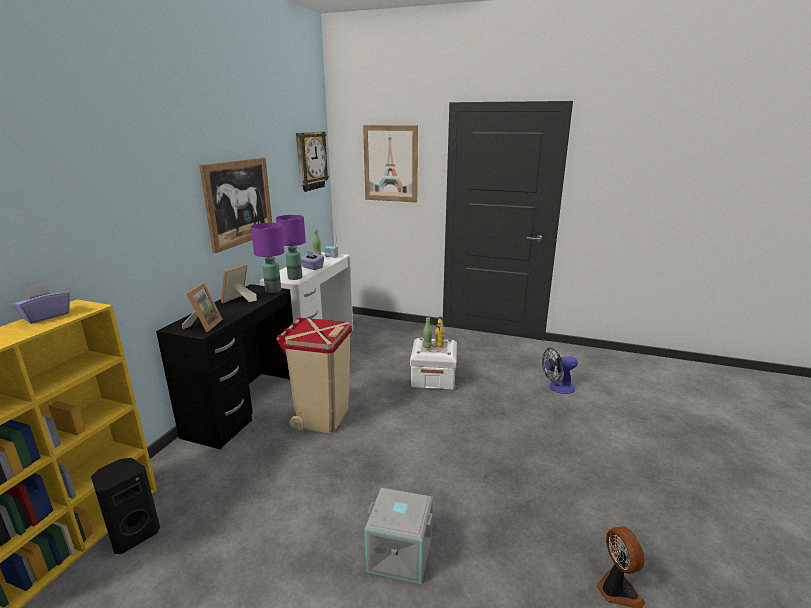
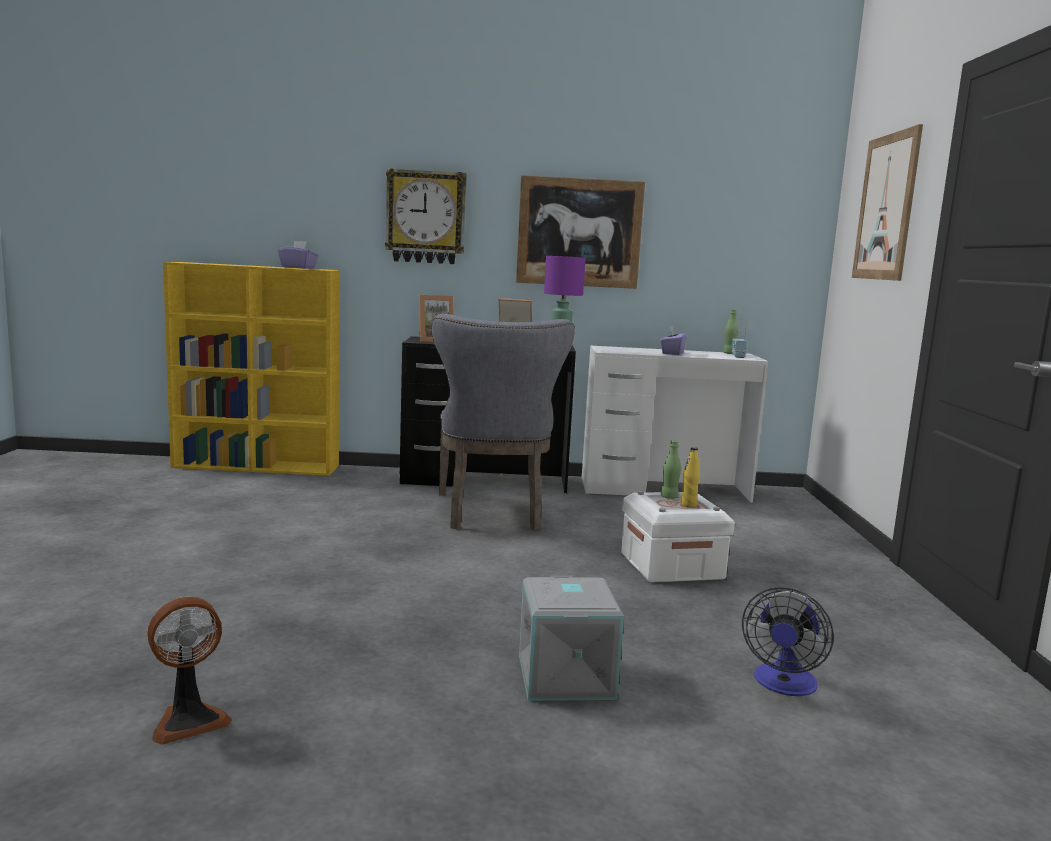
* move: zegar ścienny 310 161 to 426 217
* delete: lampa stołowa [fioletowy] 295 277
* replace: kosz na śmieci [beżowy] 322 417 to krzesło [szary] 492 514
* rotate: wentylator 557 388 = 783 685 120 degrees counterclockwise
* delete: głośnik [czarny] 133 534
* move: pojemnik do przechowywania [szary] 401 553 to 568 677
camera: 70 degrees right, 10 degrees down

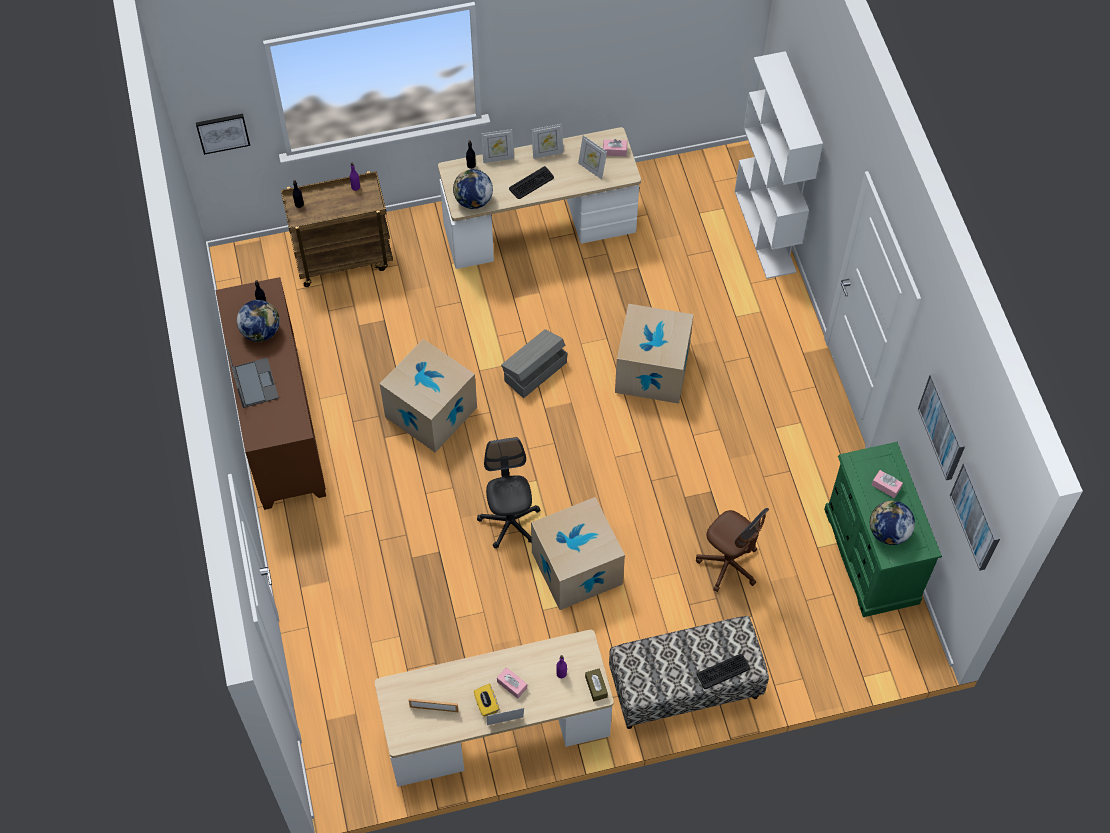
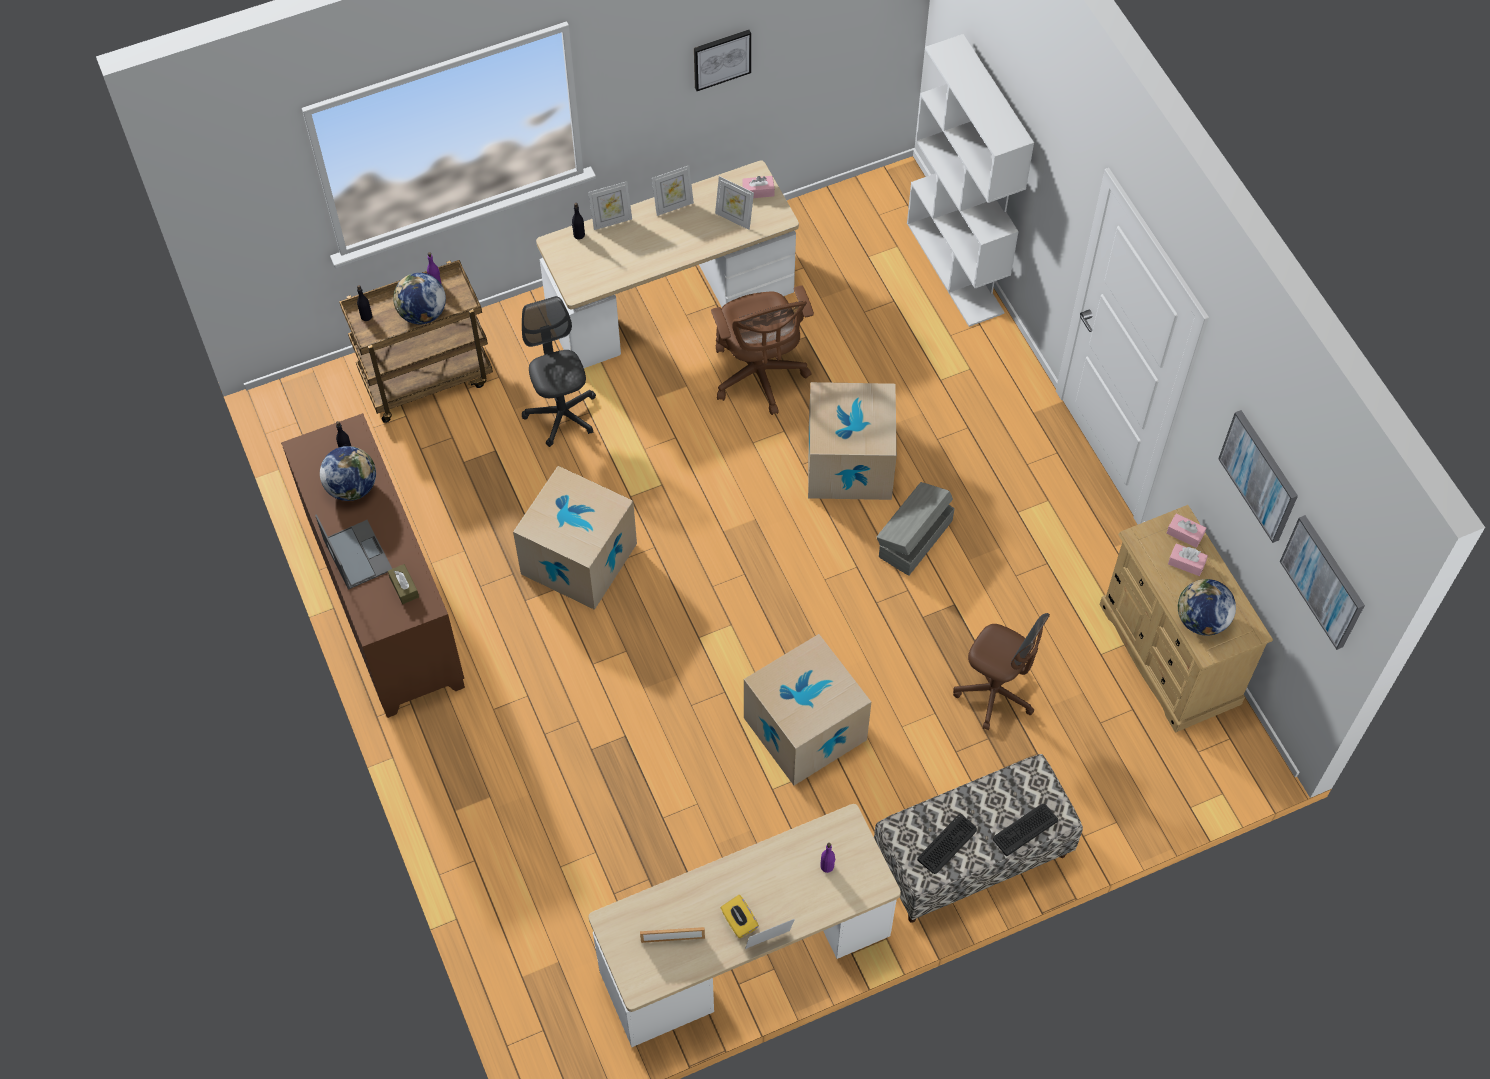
* move: obraz 223 132 to 721 58
* move: klawiatura 531 183 to 947 844
* move: globus 473 201 to 422 314
* move: pojemnik do przechowywania [szary] 534 371 to 914 538
* move: krzesło biurowe [szary] 509 522 to 561 415
* recolor: komoda [zielony] 871 556 to komoda [beżowy] 1169 654
* move: pudełko chusteczek [różowy] 512 685 to 1185 534
* move: pudełko chusteczek [brązowy] 596 687 to 404 587
* insert: krzesło biurowe [brązowy] 759 376
camera: 10 degrees left, 0 degrees up

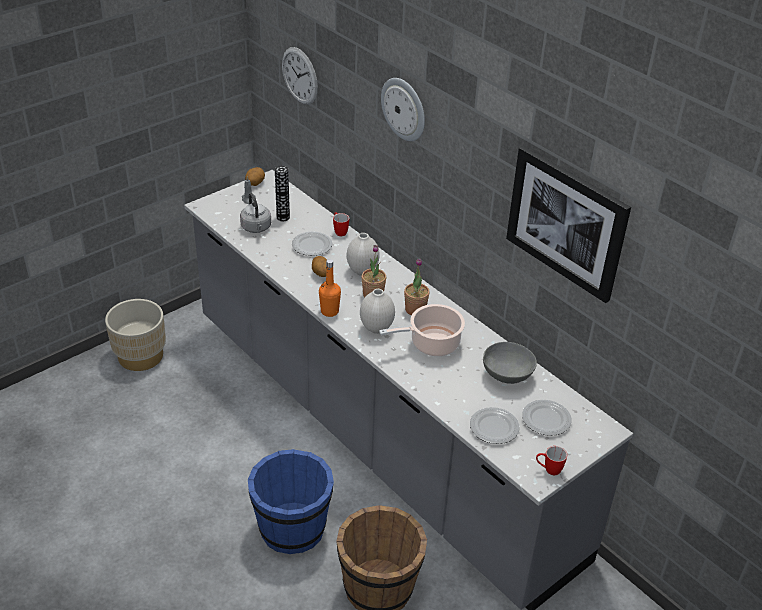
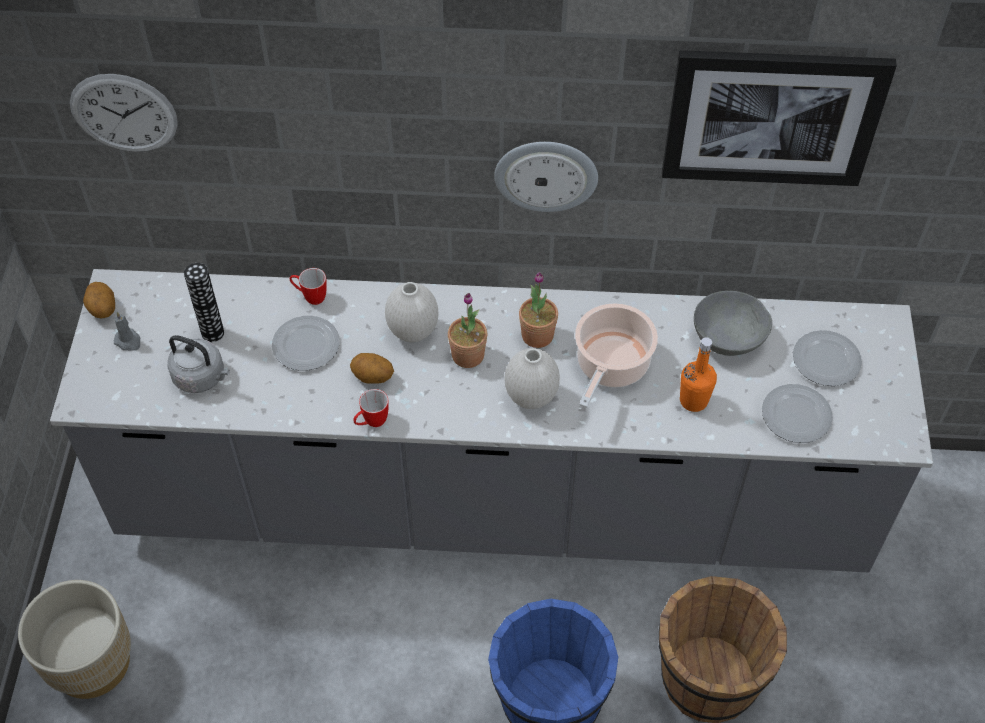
* move: zegar ścienny 404 109 to 546 174
* move: butelka [pomarańczowy] 329 311 to 693 400
* move: kubek 548 470 to 371 423
camera: 45 degrees left, 15 degrees up

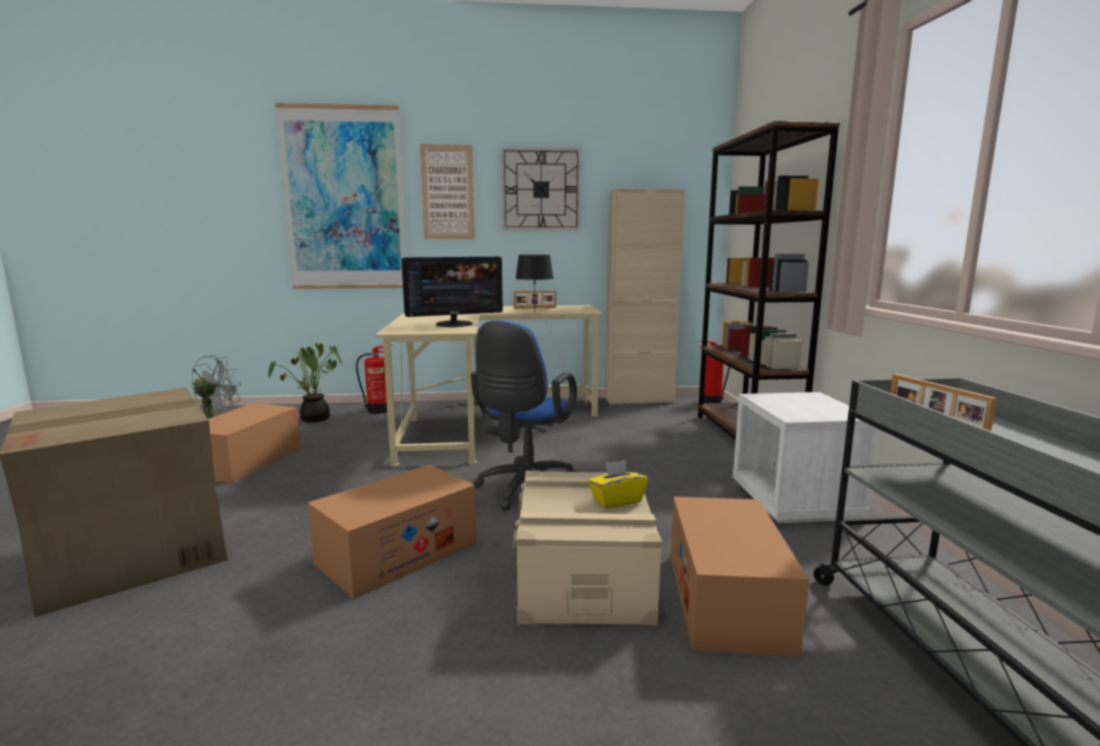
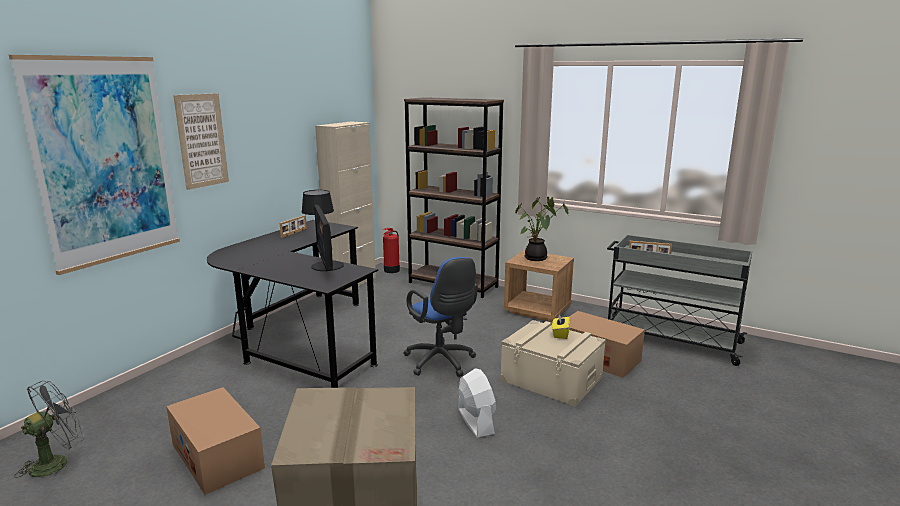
* delete: zegar ścienny 541 189
* rotate: monitor 454 324 = 326 266 150 degrees clockwise
* recolor: biurko [beżowy] 484 420 to biurko [czarny] 299 339
* move: roślina doniczkowa 313 419 to 537 259
* delete: gaśnica 380 410
* recolor: szafka nocna [biały] 795 502 to szafka nocna [brązowy] 538 310
* replace: karton 397 553 to wentylator [biały] 475 421
camera: 55 degrees left, 5 degrees up

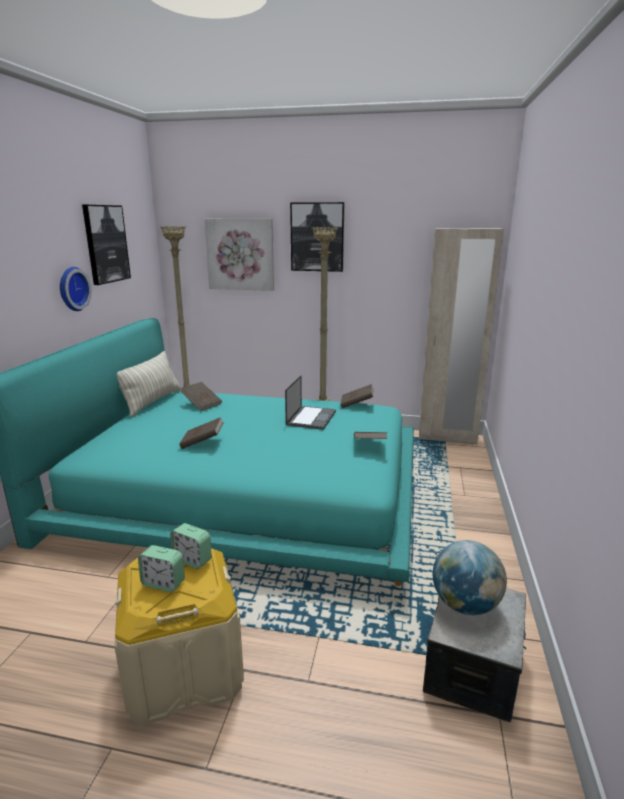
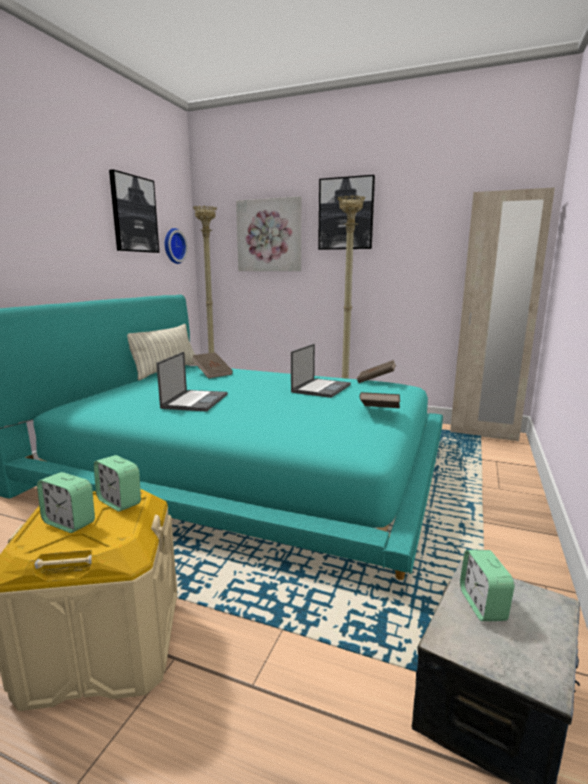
* move: zegar ścienny 72 289 to 173 246
* replace: książka [brązowy] 202 442 to laptop 195 401
* replace: globus 465 605 to budzik 482 605
camera: 10 degrees right, 5 degrees down

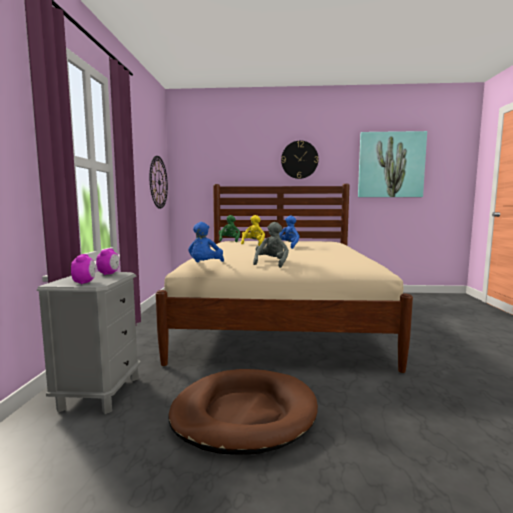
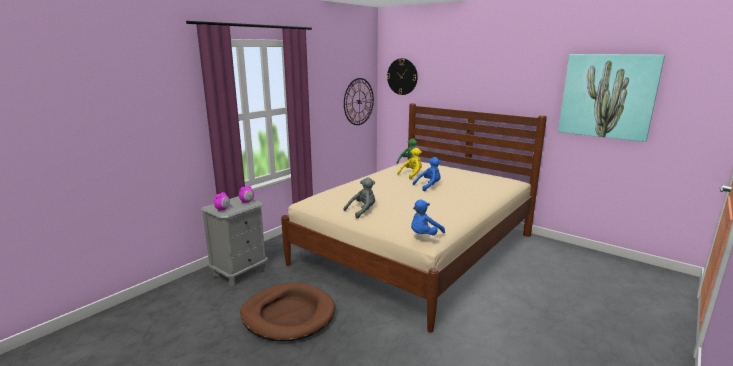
* move: zegar ścienny 299 159 to 402 76
* move: pluszak [niebieski] 205 265 to 424 235
camera: 35 degrees right, 10 degrees up

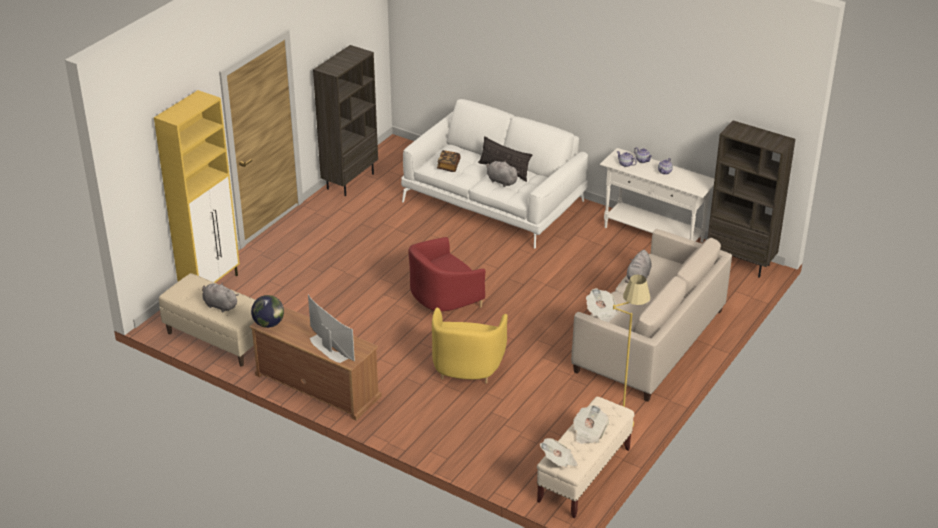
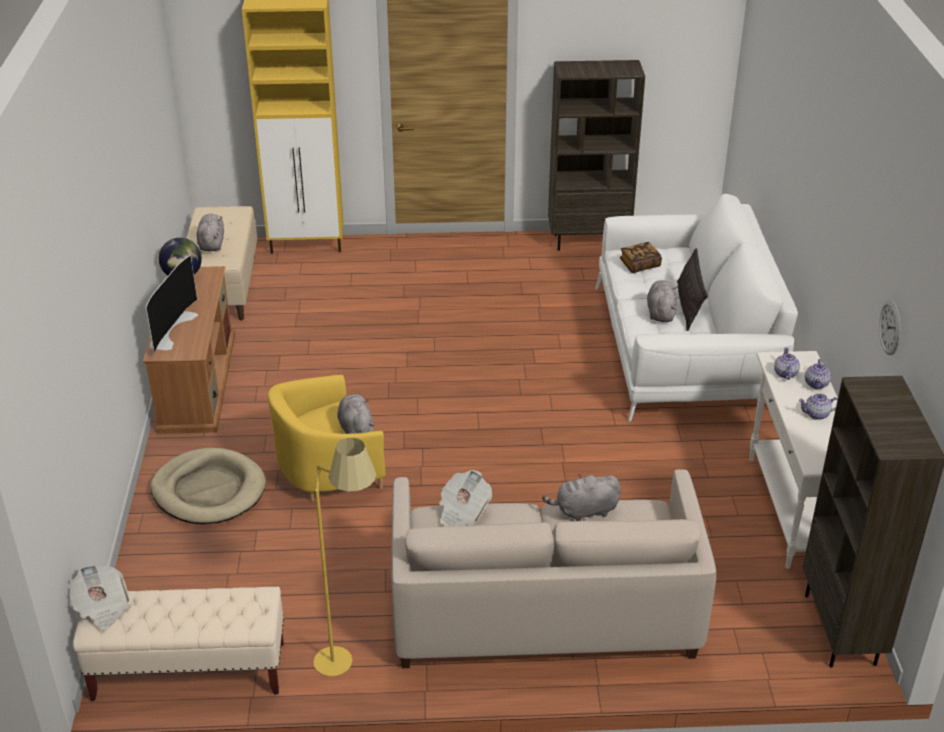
* delete: fotel [czerwony] 444 300
* delete: gazeta 589 433
* insert: zegar ścienny 890 327
* insert: pluszak [szary] 356 429
* insert: legowisko [beżowy] 209 490
camera: 55 degrees right, 0 degrees up

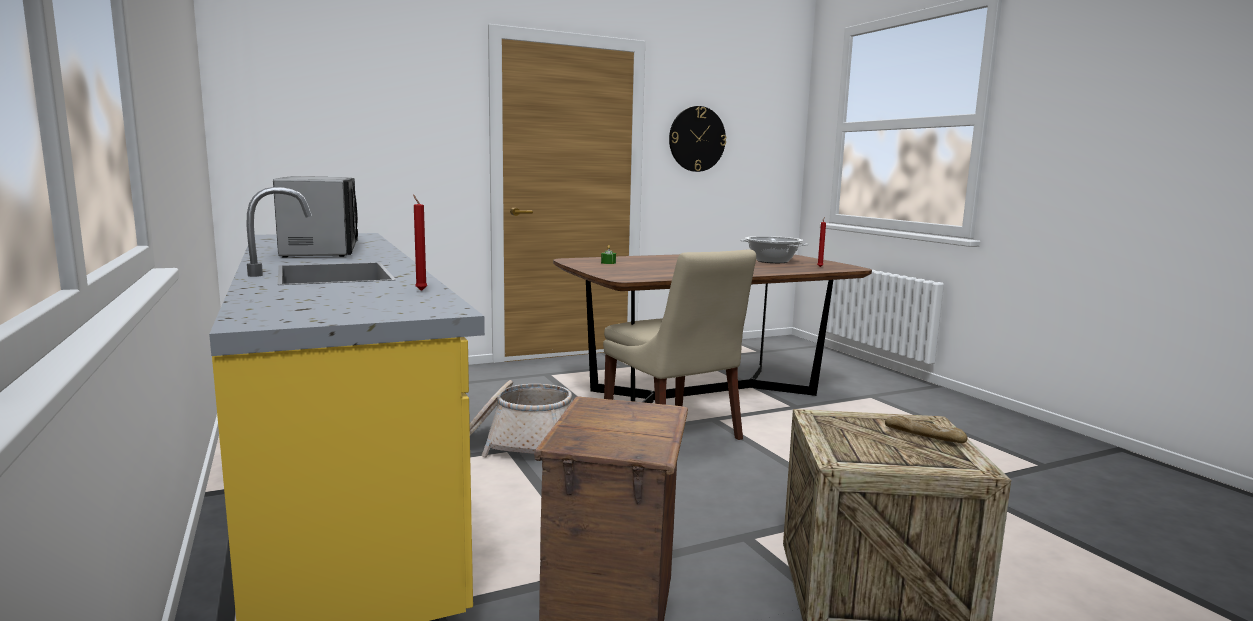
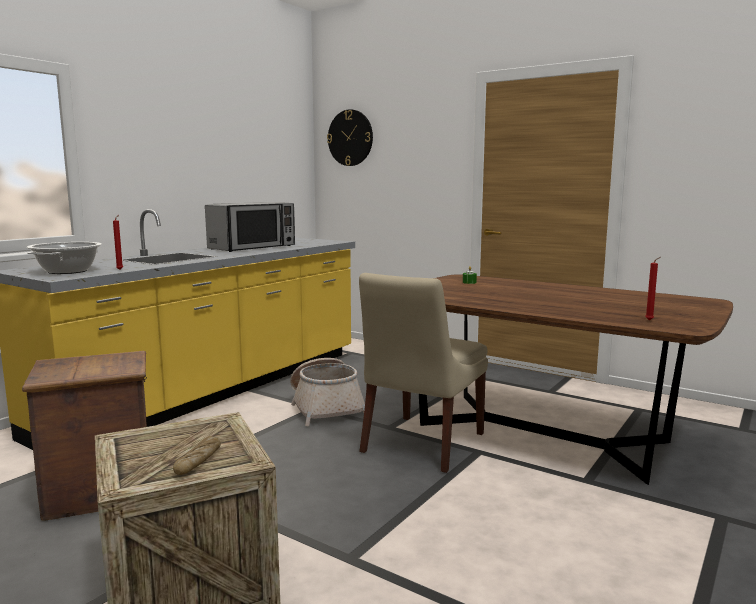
* move: zegar ścienny 697 139 to 350 138
* move: garnek 772 261 to 67 271
camera: 60 degrees right, 0 degrees up

